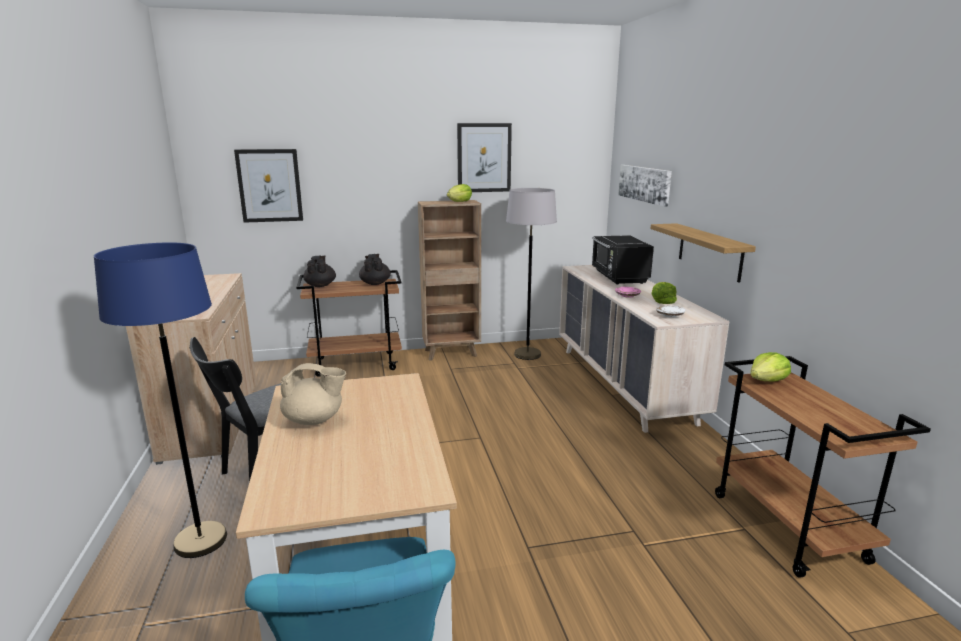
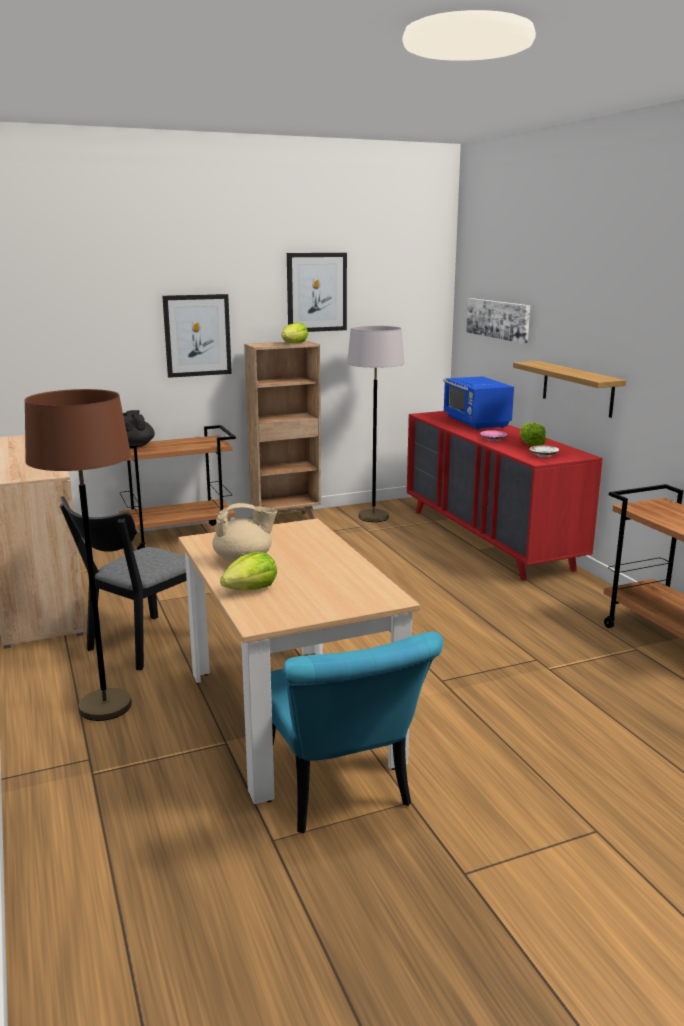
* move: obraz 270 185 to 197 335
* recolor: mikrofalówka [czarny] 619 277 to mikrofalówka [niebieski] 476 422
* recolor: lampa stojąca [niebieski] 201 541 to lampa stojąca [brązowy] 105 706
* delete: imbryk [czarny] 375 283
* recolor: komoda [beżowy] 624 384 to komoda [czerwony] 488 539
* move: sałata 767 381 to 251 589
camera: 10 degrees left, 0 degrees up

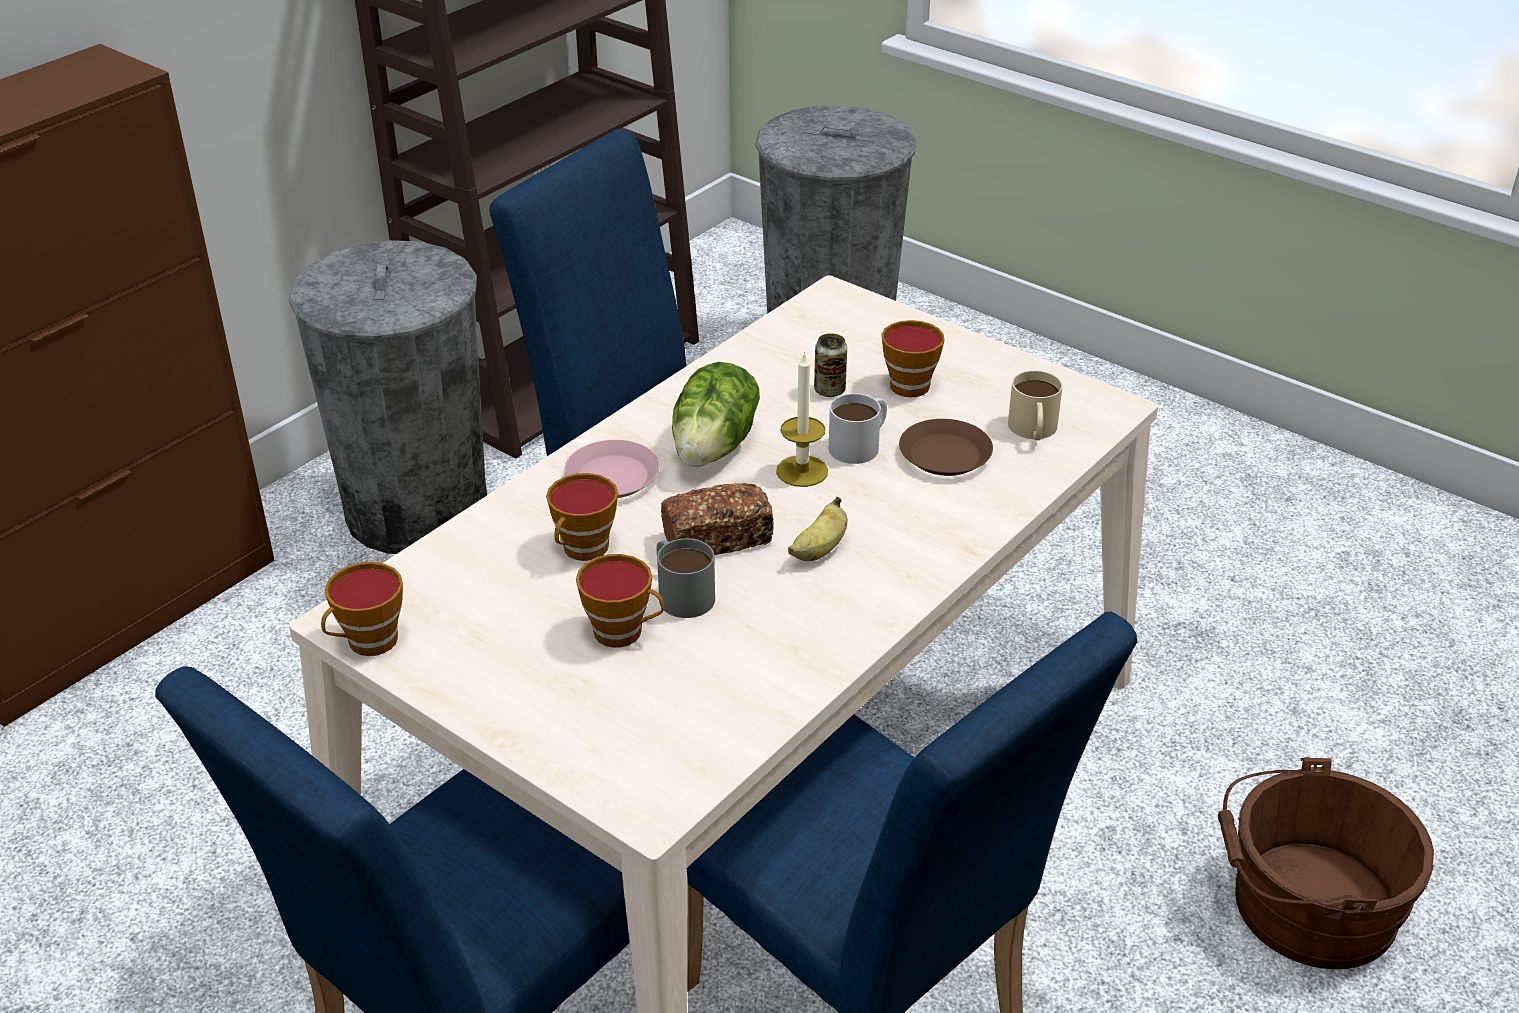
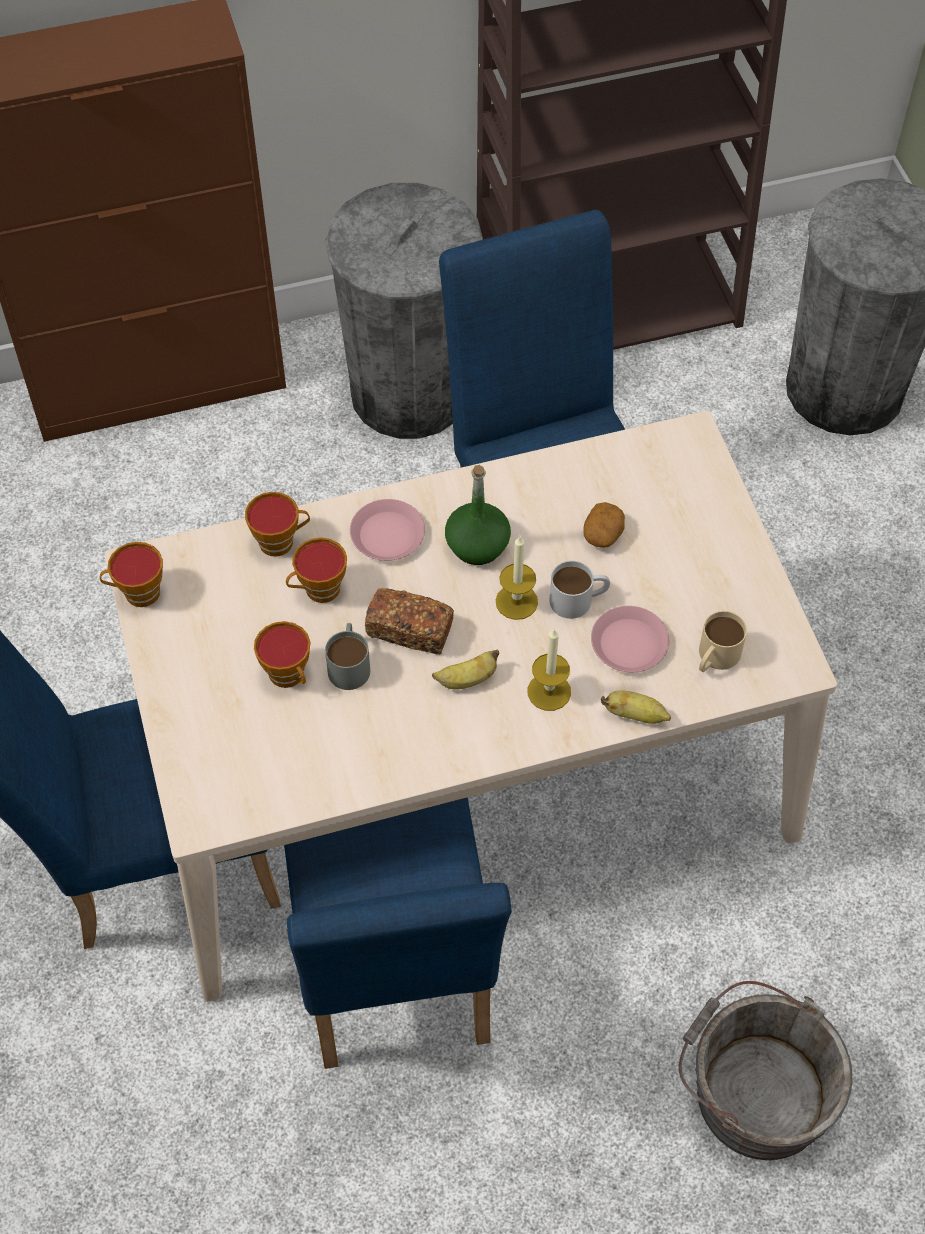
* move: filiżanka 912 383 to 280 541
* replace: puszka 829 390 to ziemniak 603 534
* replace: sałata 716 447 to butelka [zielony] 478 545
* recolor: talerz [brązowy] 945 455 to talerz [różowy] 629 644
* recolor: wiadro [brązowy] 1304 905 to wiadro [szary] 754 1090
* insert: świeca 549 691
* insert: banan 635 715
camera: 35 degrees right, 20 degrees up

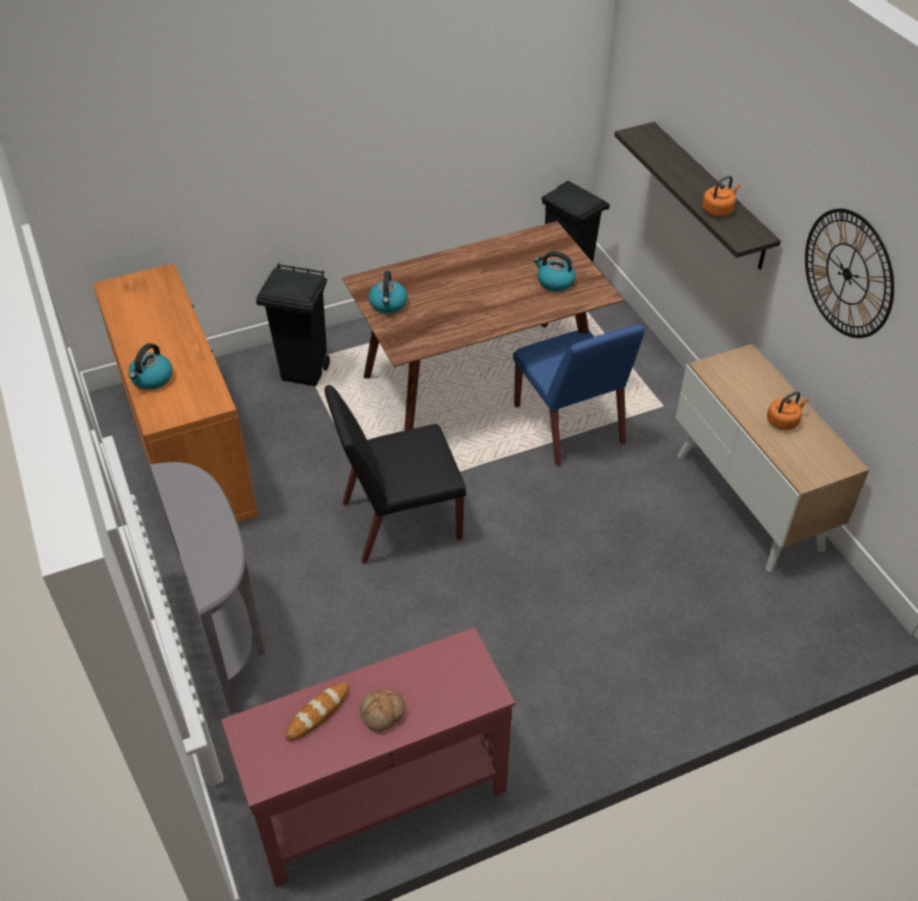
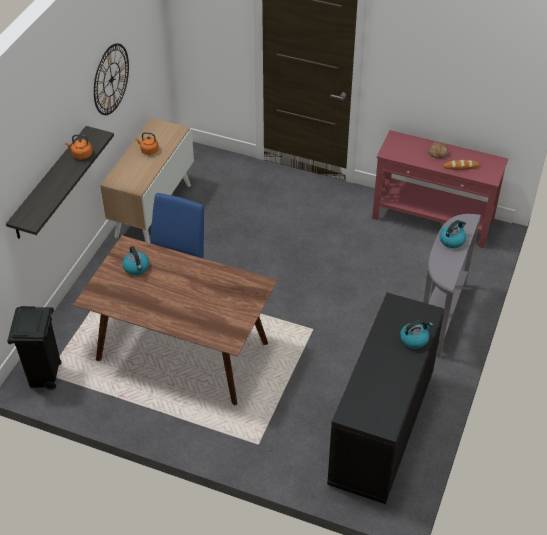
* recolor: komoda [pomarańczowy] 188 451 to komoda [czarny] 381 430
* delete: kosz na śmieci [czarny] 305 373
* move: czajnik 388 304 to 452 240
* delete: krzesło [czarny] 399 521
camera: 135 degrees left, 0 degrees up

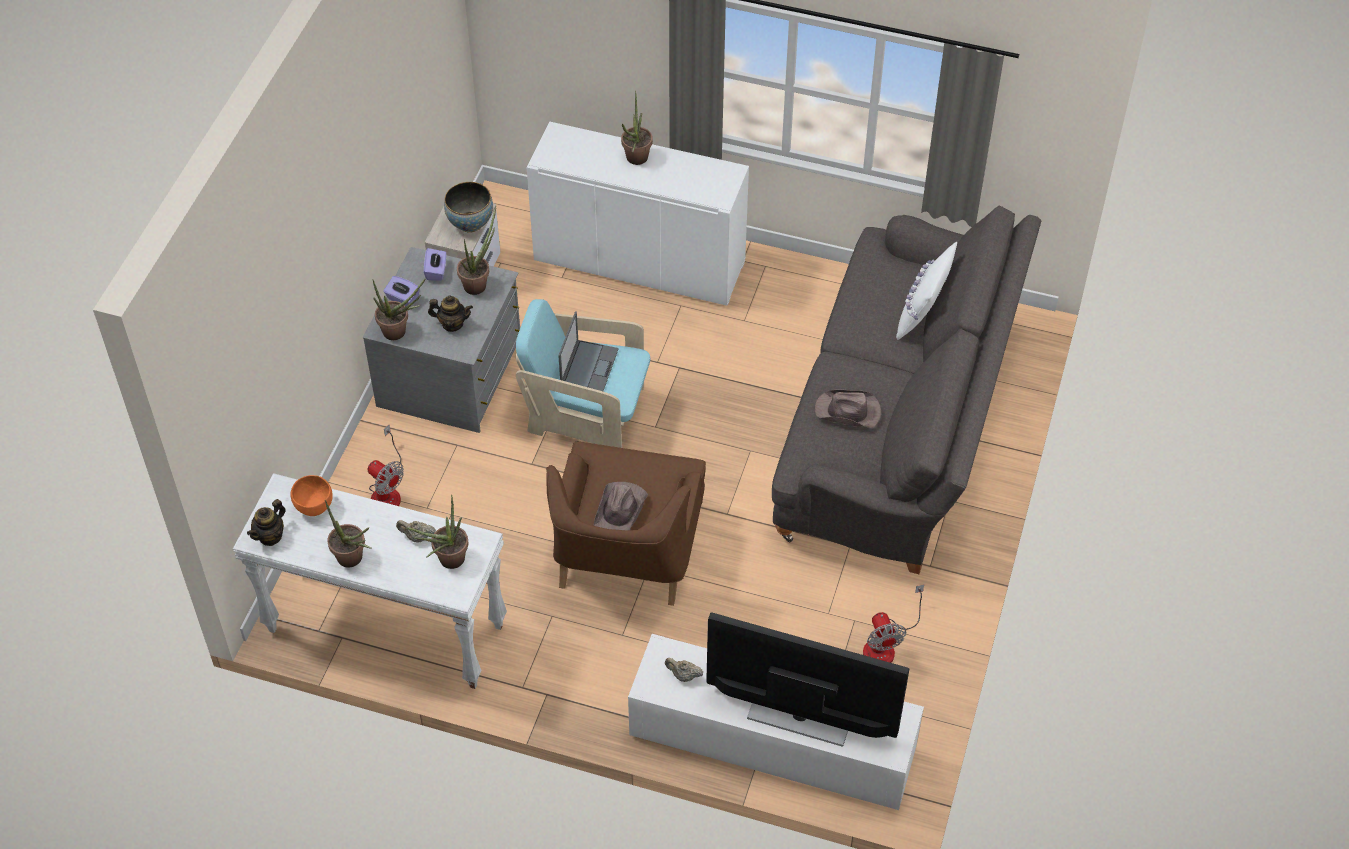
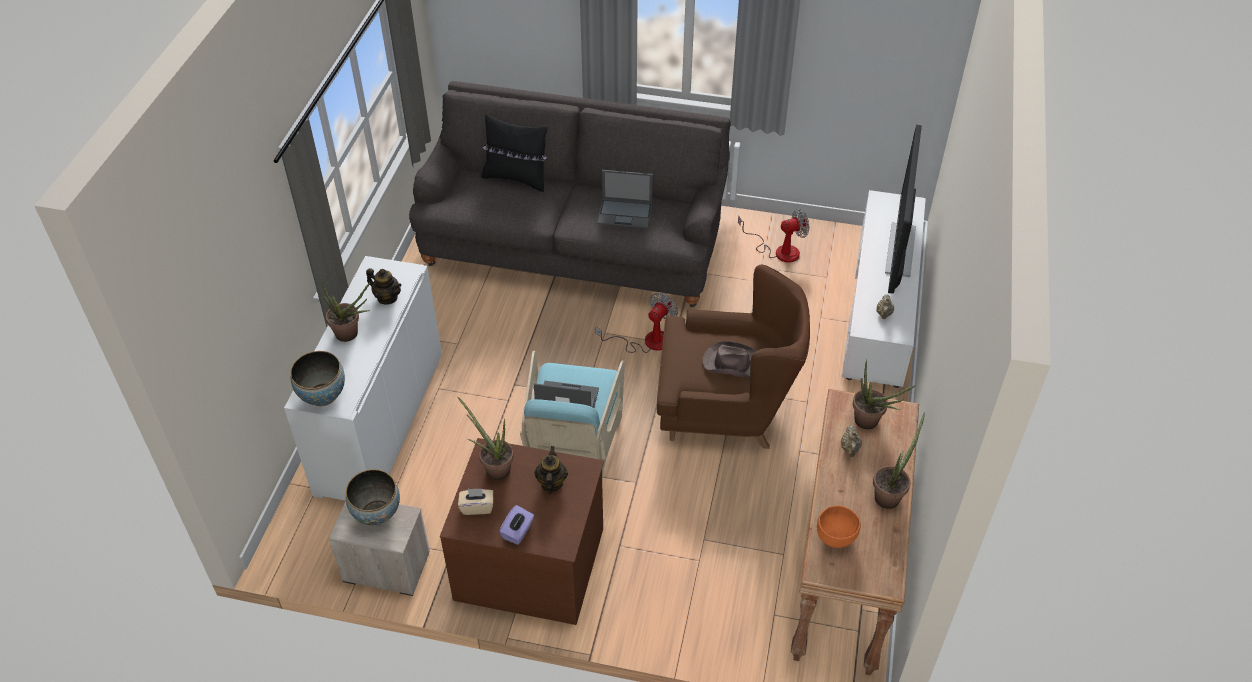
* recolor: poduszka [biały] 922 316 to poduszka [czarny] 516 178
* recolor: komoda [szary] 452 375 to komoda [brązowy] 530 561
* recolor: pudełko chusteczek [fioletowy] 436 271 to pudełko chusteczek [beżowy] 477 507
* delete: roślina doniczkowa 399 332
* replace: kapelusz [brązowy] 848 412 to laptop 625 213
* move: wentylator 387 491 to 647 341
* recolor: stolik konsolowy [biały] 384 629 to stolik konsolowy [brązowy] 844 575
* move: imbryk 270 536 to 387 298
* insert: miska 323 396
camera: 95 degrees left, 5 degrees down

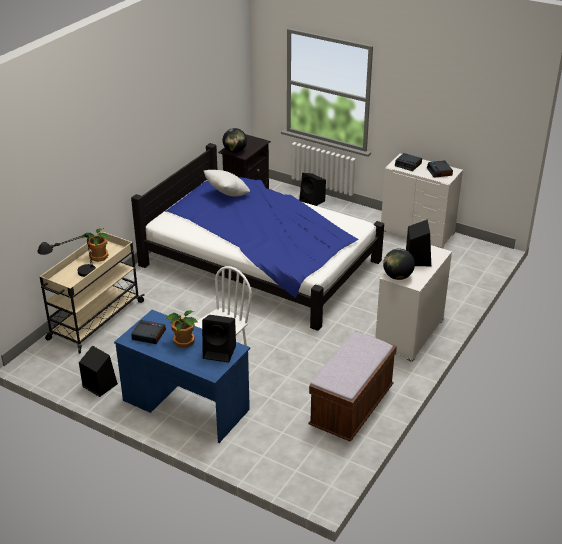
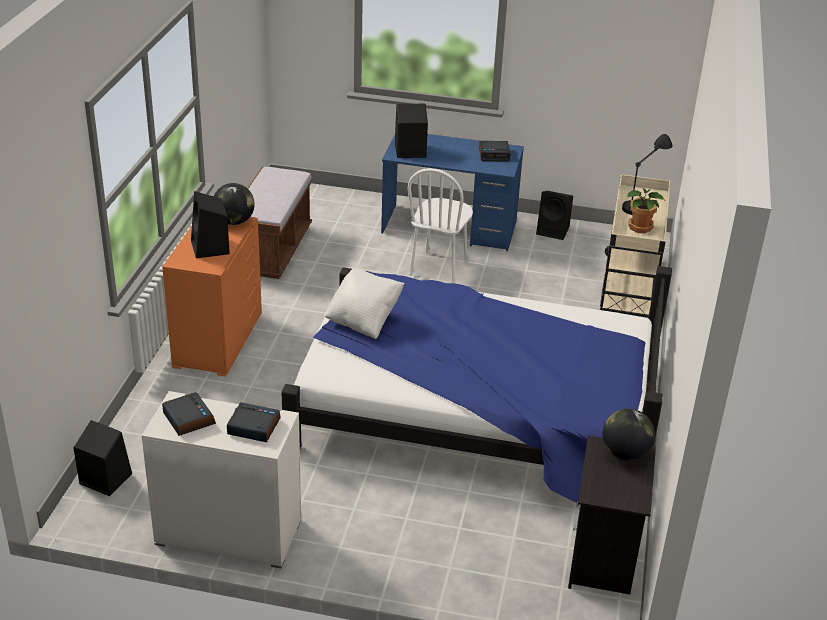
* move: poduszka [biały] 227 195 to 364 320
* move: głośnik [czarny] 312 201 to 104 479
* recolor: komoda [biały] 410 334 to komoda [pomarańczowy] 217 340
* delete: roślina doniczkowa 183 341
camera: 160 degrees right, 0 degrees up

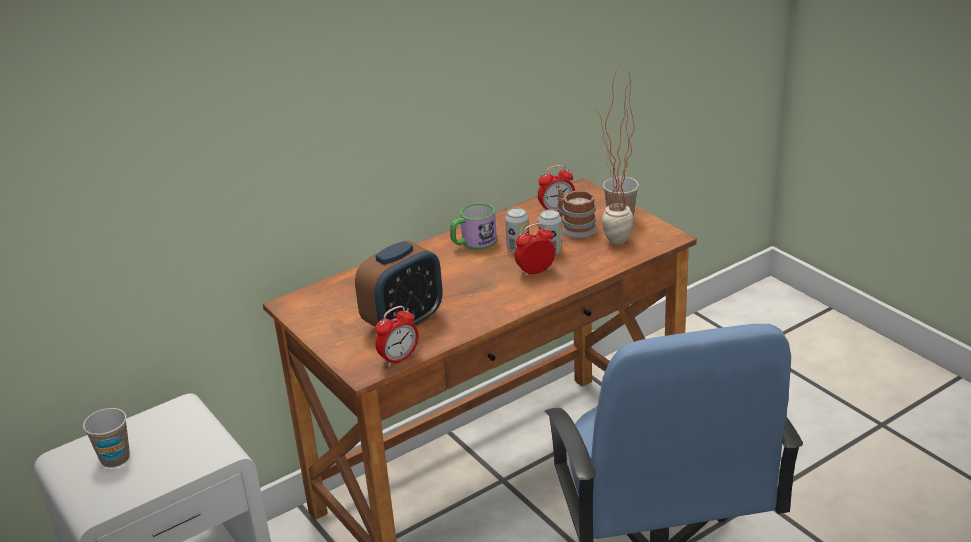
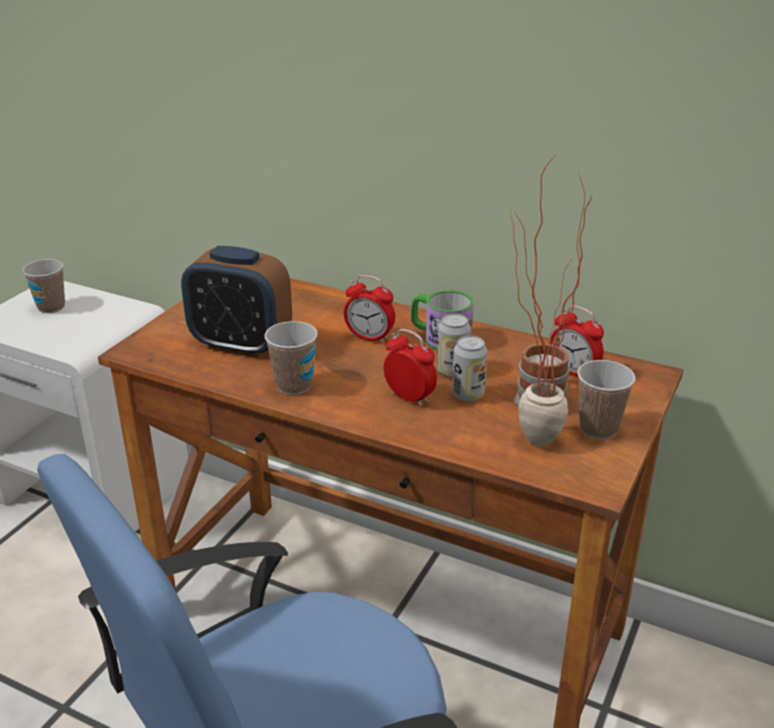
* move: budzik 399 358 to 369 337
* insert: filiżanka 294 385
camera: 60 degrees right, 0 degrees up

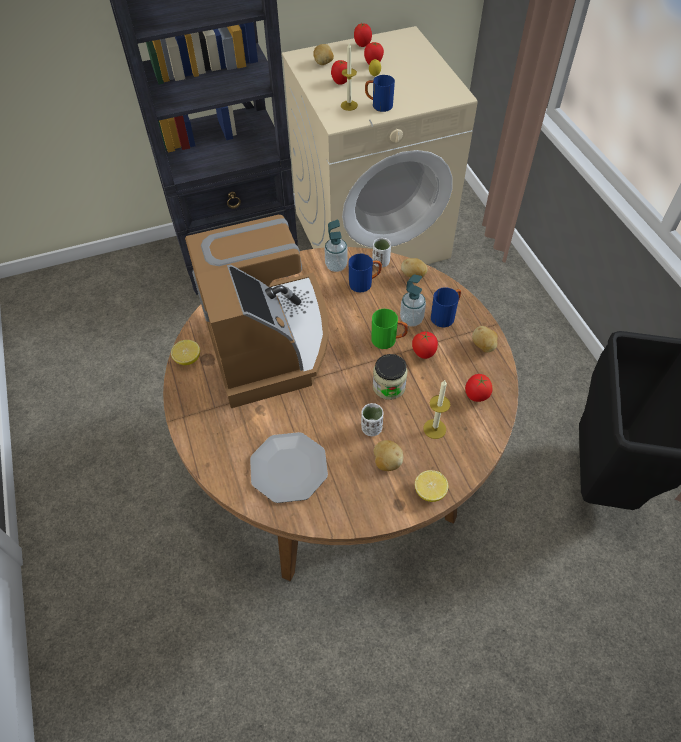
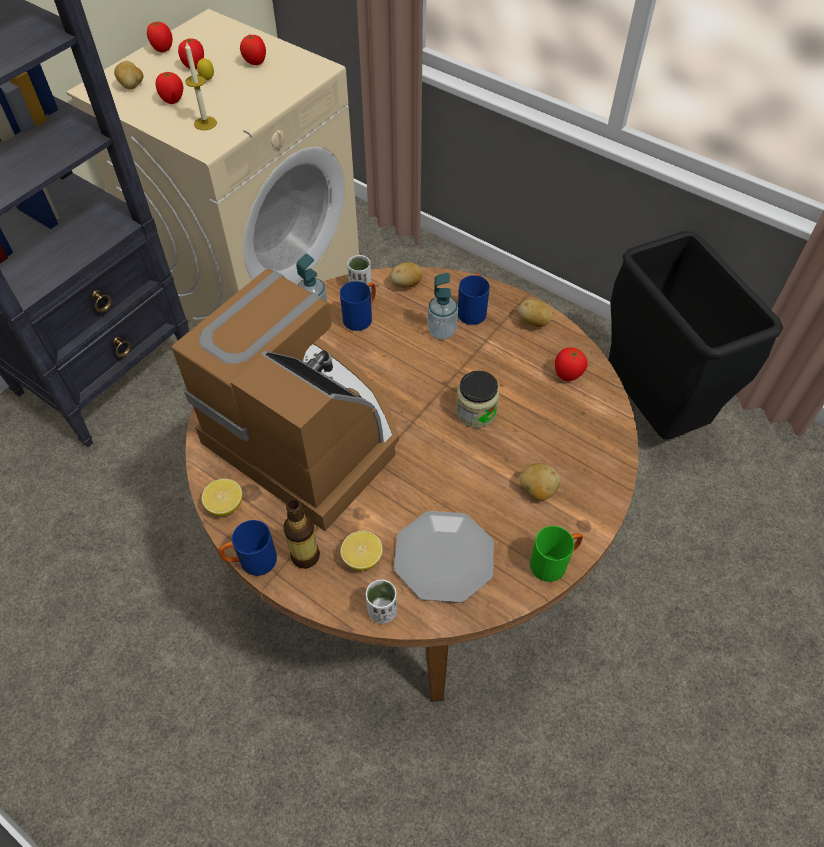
* move: kubek [niebieski] 378 105 to 251 562
* move: kubek [zielony] 388 340 to 554 562
* move: pomidor 423 353 to 255 63
* delete: świeca 434 429
* move: filiżanka [biały] 371 428 to 382 611
* move: cytryna 430 491 to 362 558
* insert: butelka 305 556
camera: 35 degrees left, 0 degrees up

